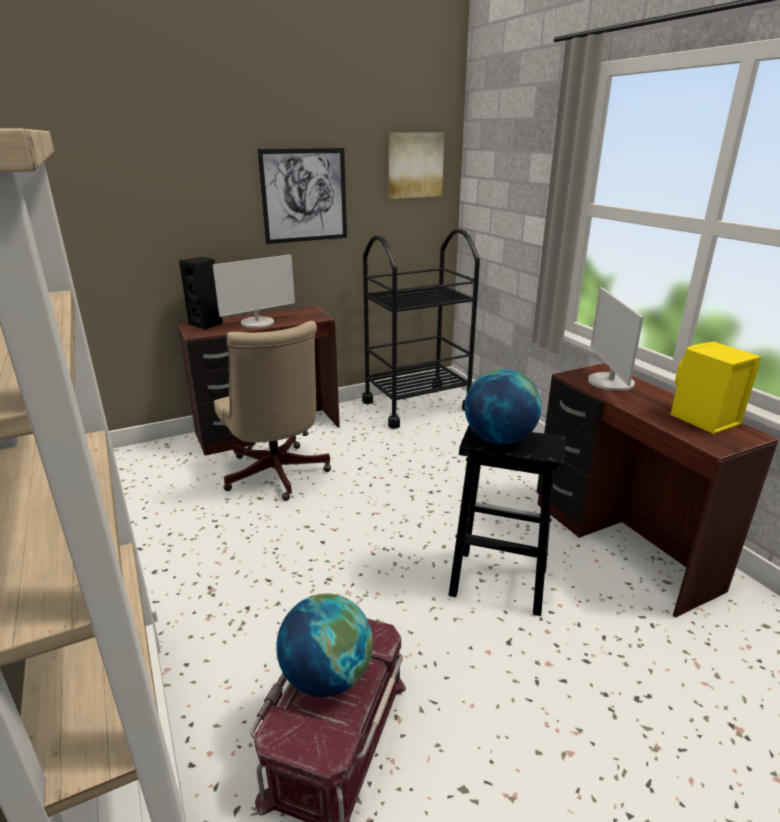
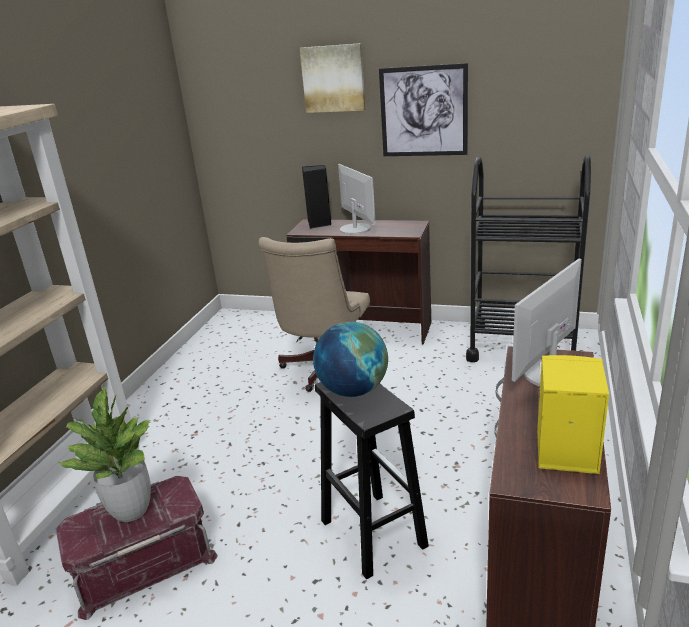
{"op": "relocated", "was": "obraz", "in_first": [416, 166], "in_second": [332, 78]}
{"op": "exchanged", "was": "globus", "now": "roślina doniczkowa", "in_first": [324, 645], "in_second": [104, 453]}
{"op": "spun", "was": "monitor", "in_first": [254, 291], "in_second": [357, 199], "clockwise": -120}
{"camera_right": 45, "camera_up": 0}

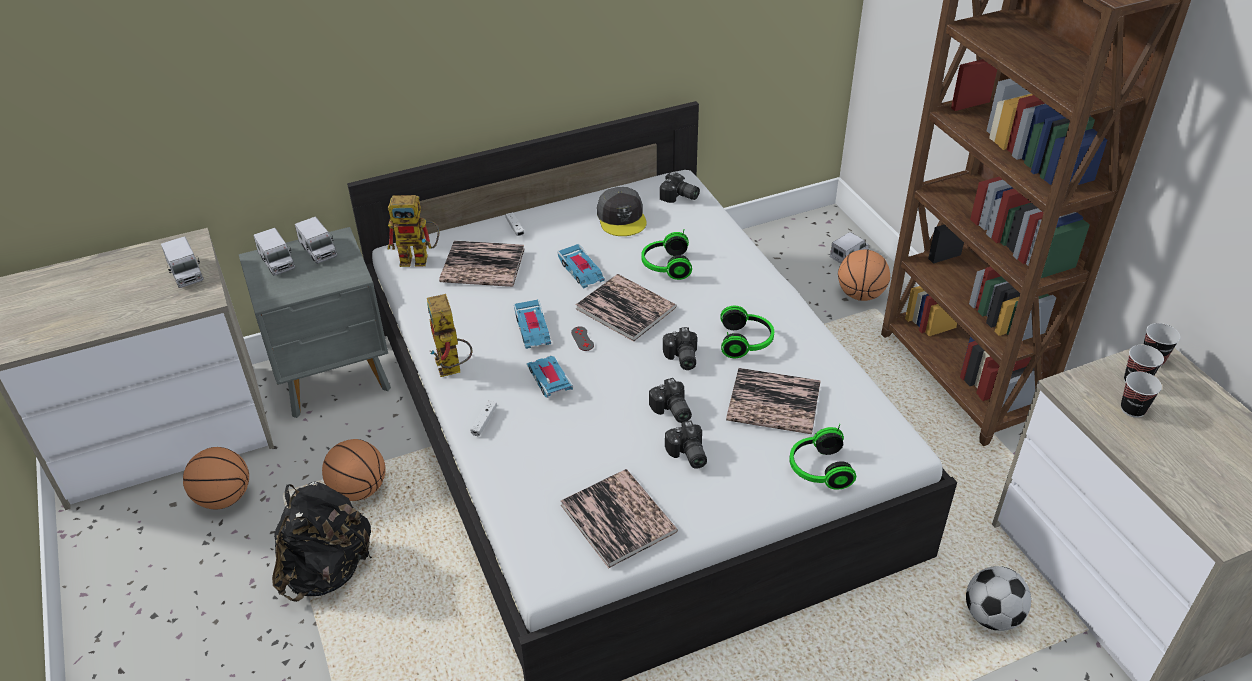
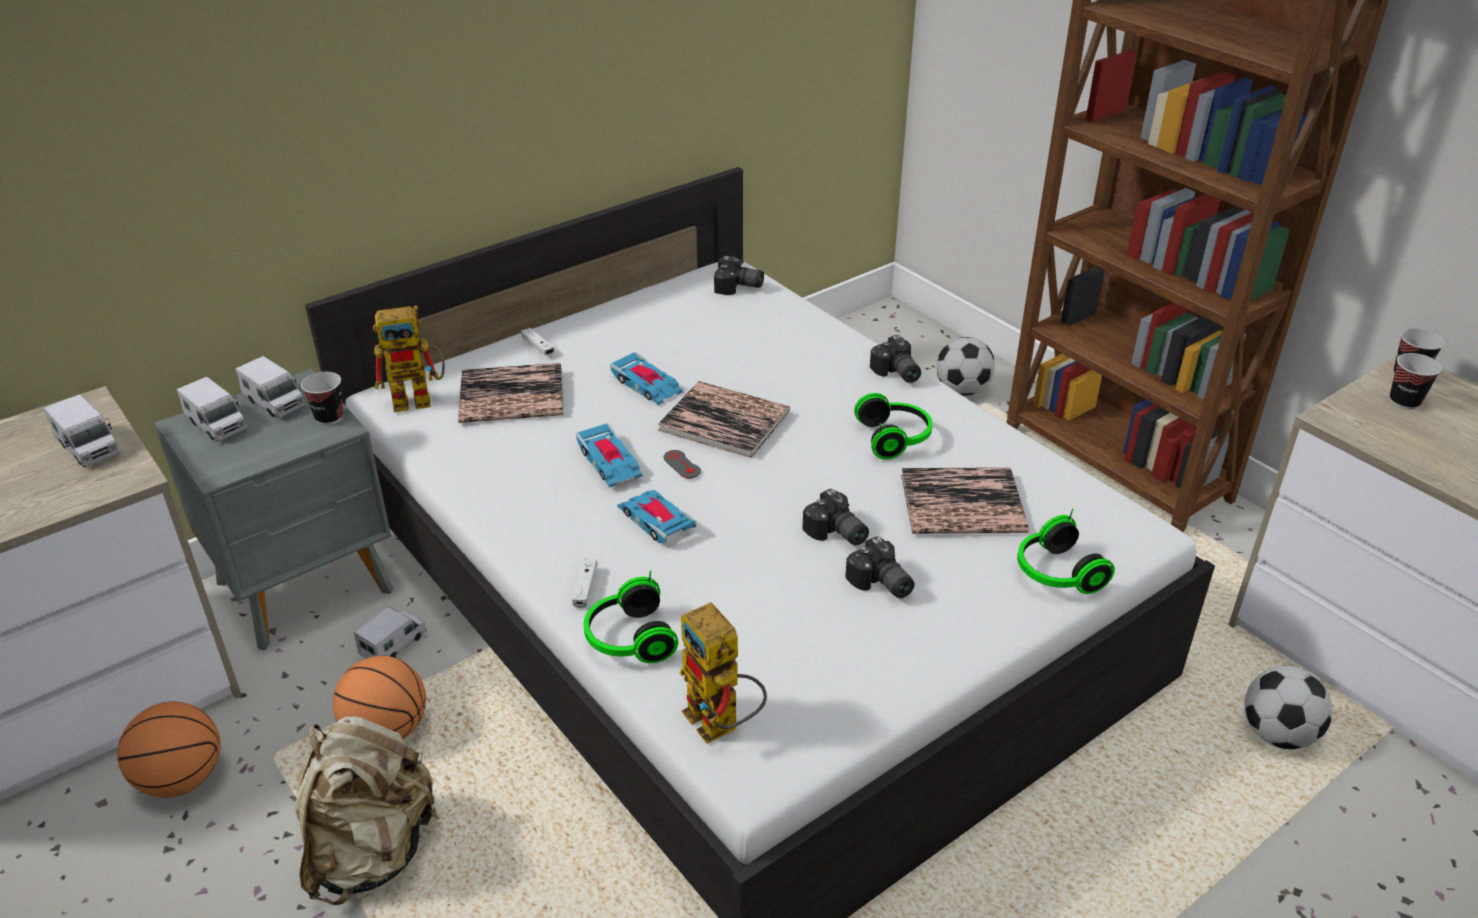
{"op": "missing", "was": "książka", "in_first": [619, 518]}
{"op": "missing", "was": "czapka z daszkiem [szary]", "in_first": [622, 211]}
{"op": "relocated", "was": "robot zabawkowy", "in_first": [449, 335], "in_second": [723, 673]}
{"op": "relocated", "was": "słuchawki", "in_first": [666, 254], "in_second": [631, 616]}
{"op": "relocated", "was": "aparat fotograficzny", "in_first": [680, 348], "in_second": [895, 359]}
{"op": "relocated", "was": "ciężarówka zabawkowa", "in_first": [849, 247], "in_second": [390, 632]}
{"op": "relocated", "was": "filiżanka", "in_first": [1141, 394], "in_second": [322, 398]}
{"op": "exchanged", "was": "piłka do koszykówki", "now": "piłka futbolowa", "in_first": [864, 275], "in_second": [965, 366]}
{"op": "colour", "was": "plecak [czarny]", "now": "plecak [beżowy]", "in_first": [322, 542], "in_second": [367, 810]}
{"camera_right": -15, "camera_up": -5}

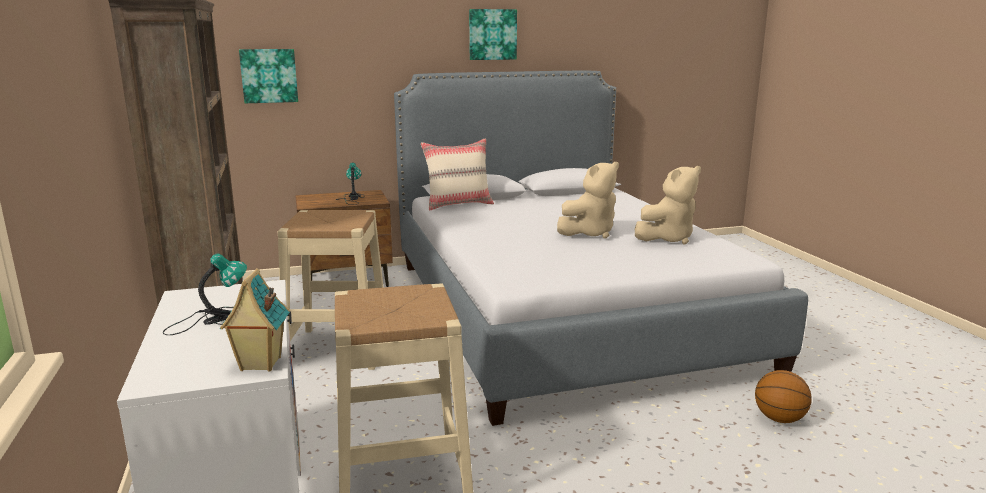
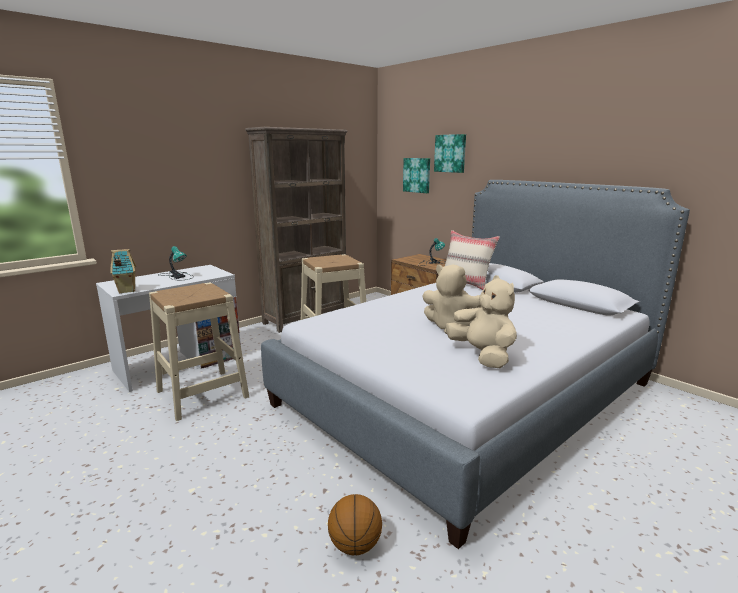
{"op": "relocated", "was": "obraz", "in_first": [493, 34], "in_second": [450, 153]}
{"op": "spun", "was": "pluszak [beżowy]", "in_first": [668, 205], "in_second": [481, 321], "clockwise": -150}
{"camera_right": 65, "camera_up": 0}

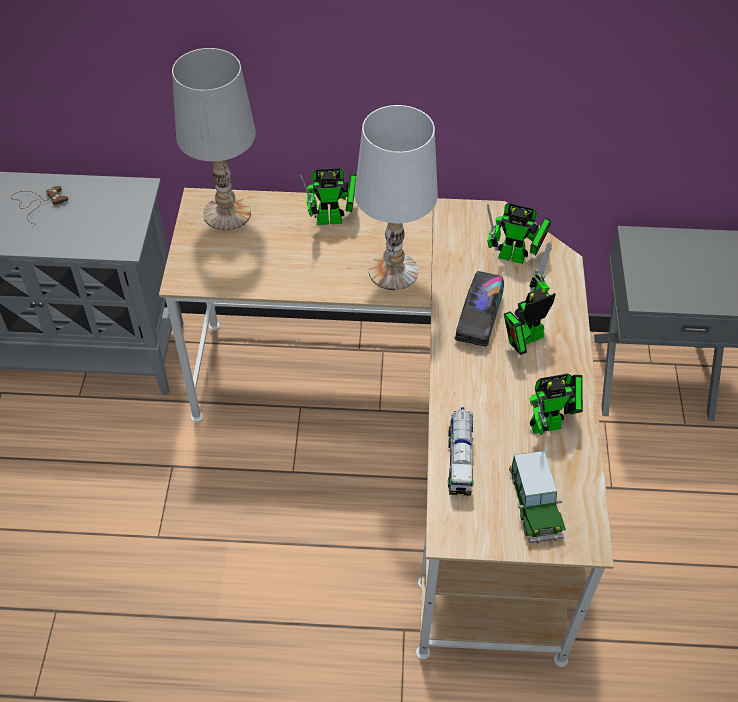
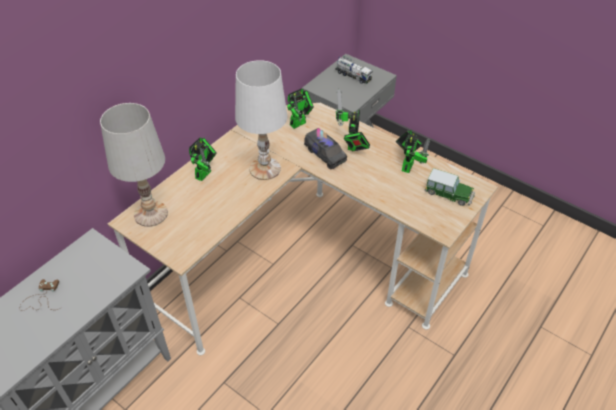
{"op": "relocated", "was": "ciężarówka zabawkowa", "in_first": [461, 451], "in_second": [354, 70]}
{"camera_right": -55, "camera_up": -5}

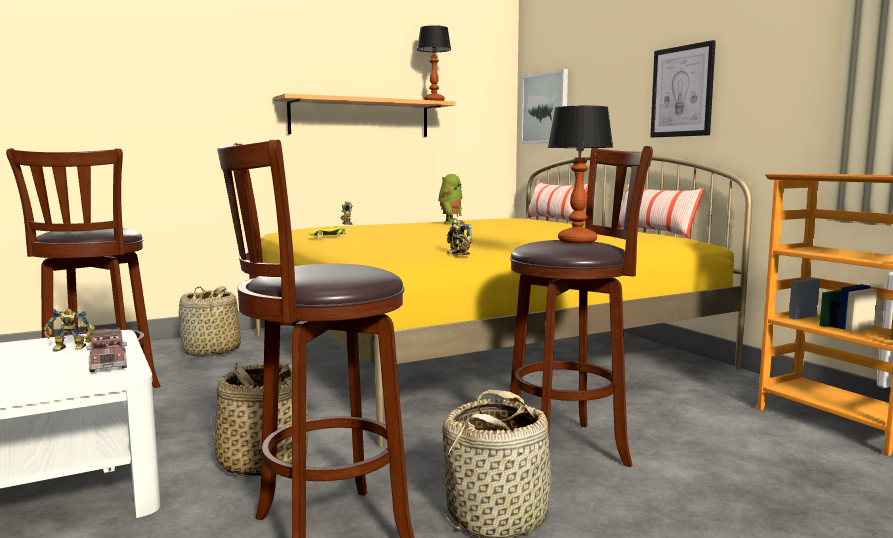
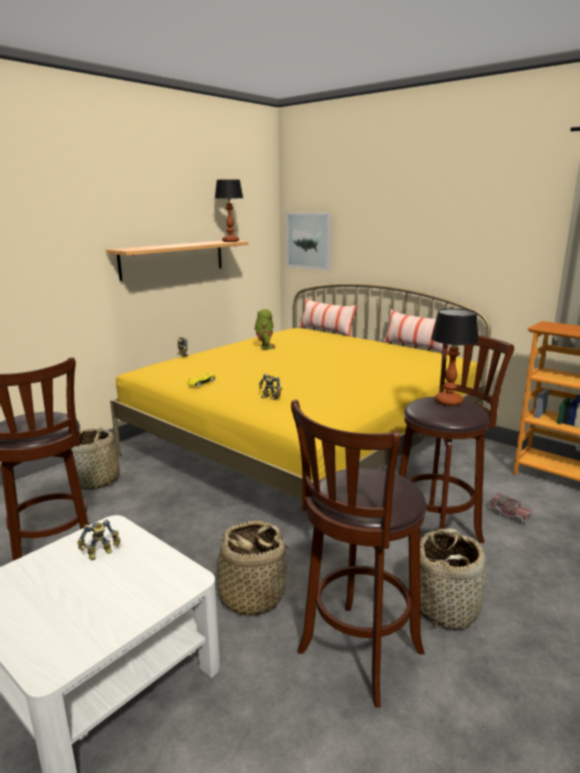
{"op": "missing", "was": "obraz", "in_first": [683, 88]}
{"op": "relocated", "was": "ciężarówka zabawkowa", "in_first": [106, 349], "in_second": [510, 508]}
{"op": "relocated", "was": "robot zabawkowy", "in_first": [460, 237], "in_second": [270, 386]}
{"camera_right": -20, "camera_up": 10}

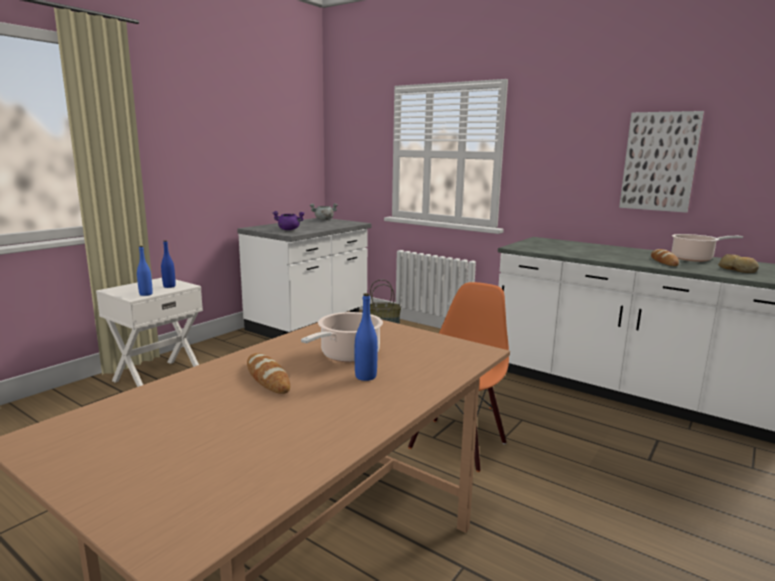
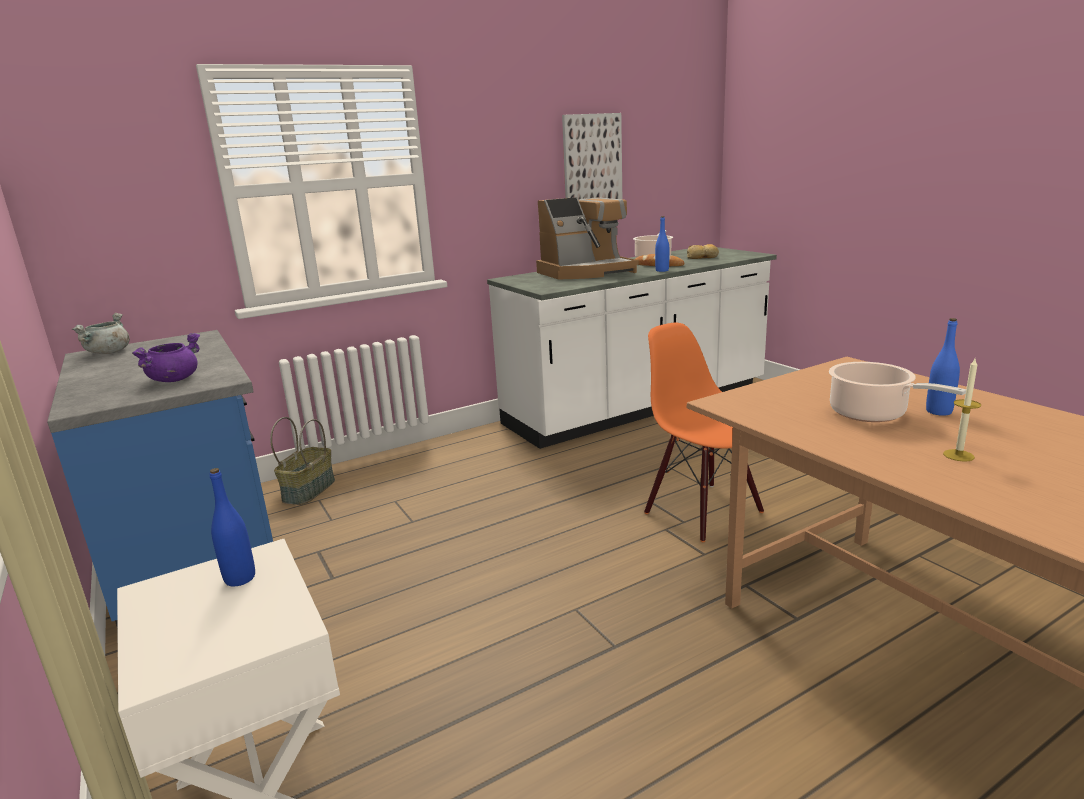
{"op": "appeared", "now": "ekspres do kawy", "in_second": [587, 238]}
{"op": "relocated", "was": "butelka [niebieski]", "in_first": [145, 271], "in_second": [662, 244]}
{"op": "exchanged", "was": "chleb", "now": "świeca", "in_first": [268, 373], "in_second": [962, 410]}
{"op": "colour", "was": "zabudowa kuchenna [biały]", "now": "zabudowa kuchenna [niebieski]", "in_first": [304, 278], "in_second": [160, 478]}
{"camera_right": -65, "camera_up": 5}

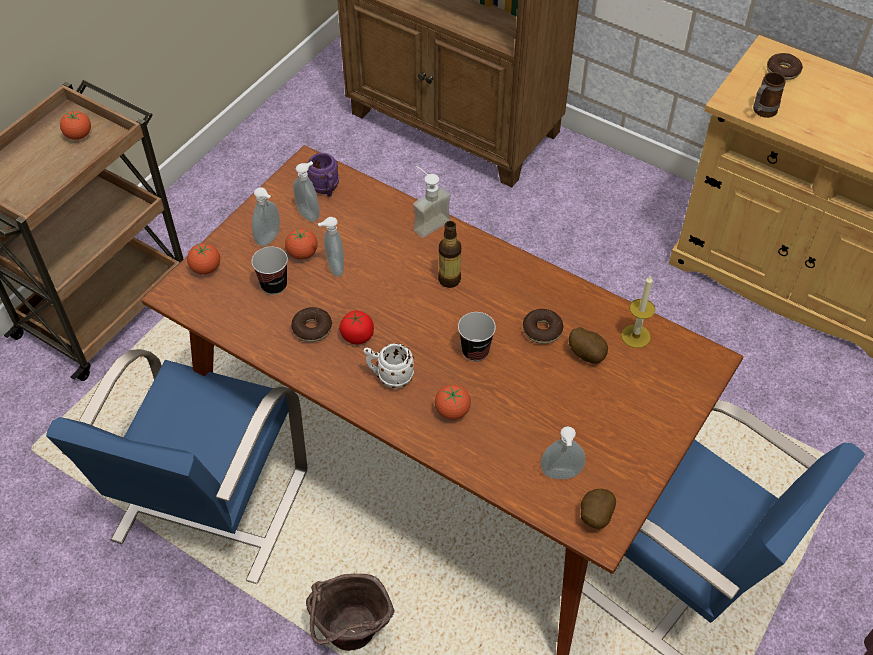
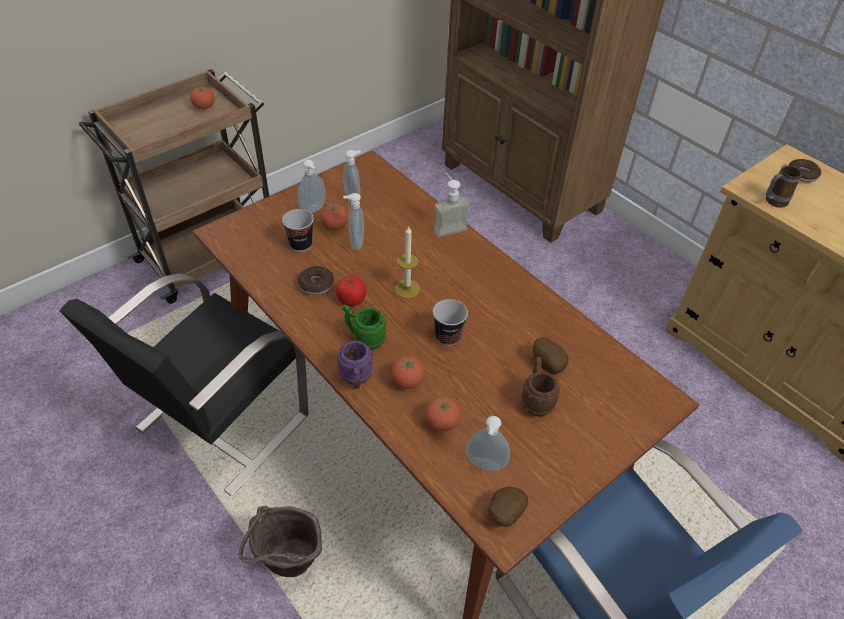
{"op": "missing", "was": "butelka", "in_first": [450, 254]}
{"op": "missing", "was": "donut", "in_first": [543, 326]}
{"op": "appeared", "now": "kubek [brązowy]", "in_second": [540, 387]}
{"op": "relocated", "was": "pomidor", "in_first": [203, 259], "in_second": [442, 414]}
{"op": "relocated", "was": "kubek [fioletowy]", "in_first": [323, 175], "in_second": [355, 365]}
{"op": "relocated", "was": "świeca", "in_first": [638, 311], "in_second": [407, 262]}
{"op": "colour", "was": "krzesło [niebieski]", "now": "krzesło [czarny]", "in_first": [176, 466], "in_second": [184, 384]}
{"op": "colour", "was": "kubek [biały]", "now": "kubek [zielony]", "in_first": [389, 366], "in_second": [364, 327]}
{"camera_right": 15, "camera_up": -5}

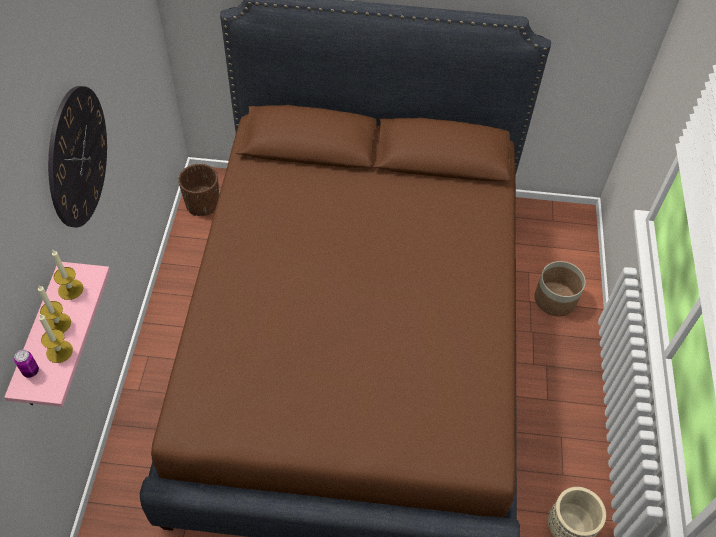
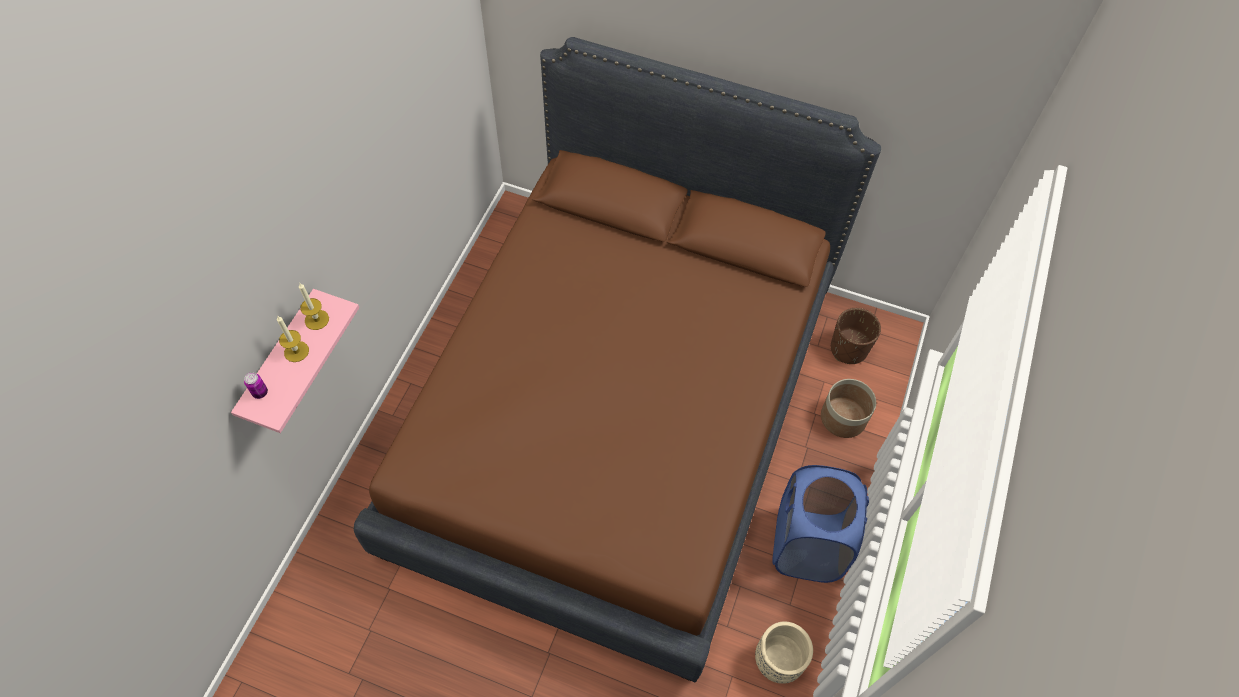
{"op": "missing", "was": "świeca", "in_first": [56, 338]}
{"op": "missing", "was": "zegar ścienny", "in_first": [77, 157]}
{"op": "appeared", "now": "kosz na pranie [niebieski]", "in_second": [820, 524]}
{"op": "relocated", "was": "donica [brązowy]", "in_first": [198, 190], "in_second": [856, 336]}
{"camera_right": 15, "camera_up": 5}

